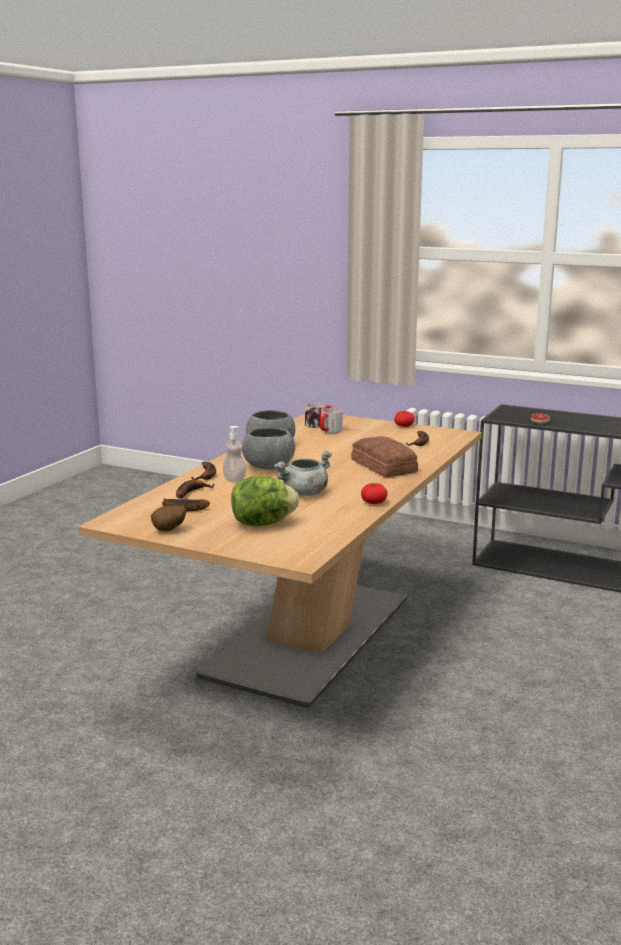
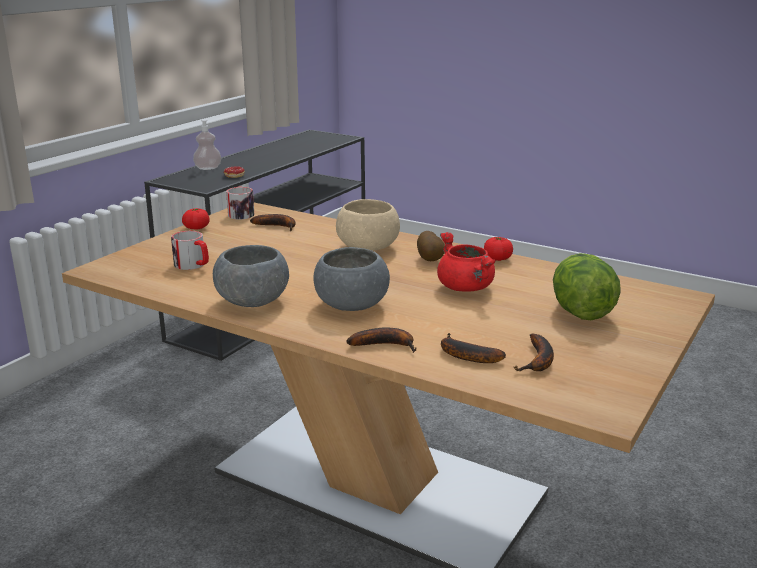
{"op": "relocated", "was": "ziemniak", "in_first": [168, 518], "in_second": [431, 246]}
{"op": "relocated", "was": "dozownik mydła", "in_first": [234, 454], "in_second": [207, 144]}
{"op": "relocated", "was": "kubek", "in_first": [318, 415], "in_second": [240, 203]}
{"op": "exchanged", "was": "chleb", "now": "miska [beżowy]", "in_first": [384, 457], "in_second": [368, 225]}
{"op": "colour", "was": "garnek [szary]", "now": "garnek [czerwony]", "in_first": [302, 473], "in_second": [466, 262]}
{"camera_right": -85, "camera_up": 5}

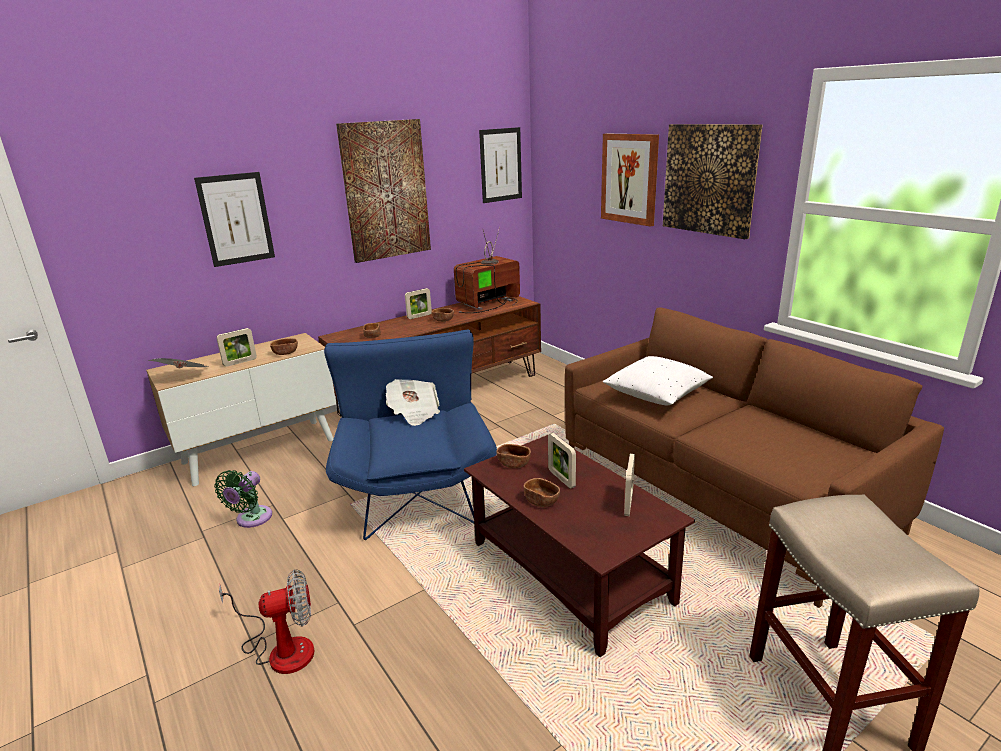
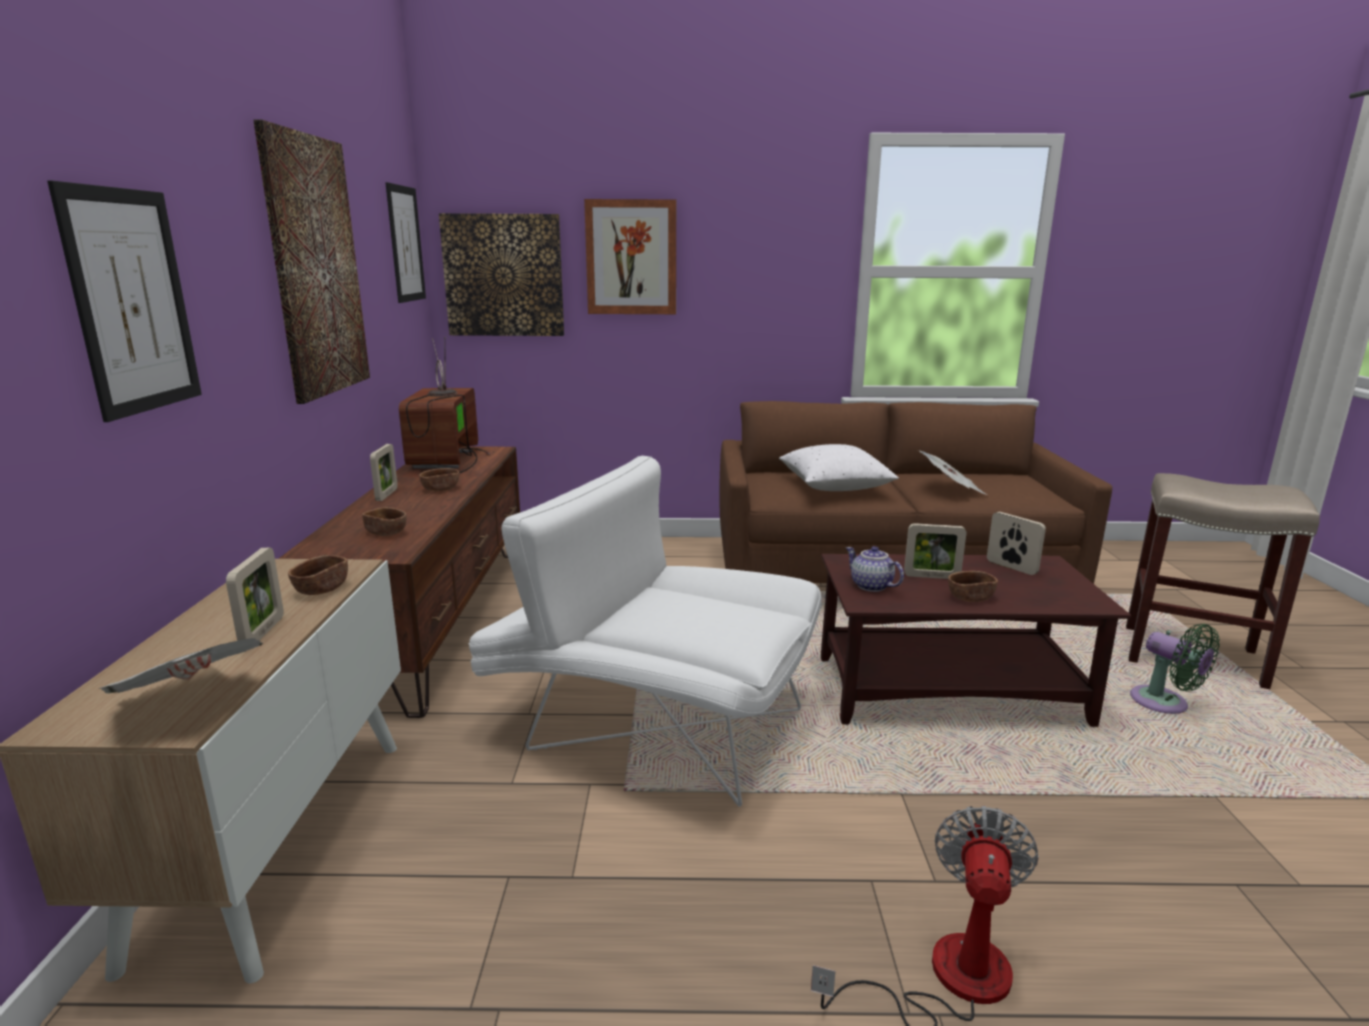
{"op": "relocated", "was": "wentylator [zielony]", "in_first": [243, 499], "in_second": [1175, 669]}
{"op": "relocated", "was": "gazeta", "in_first": [413, 402], "in_second": [952, 472]}
{"op": "relocated", "was": "obraz", "in_first": [712, 181], "in_second": [501, 274]}
{"op": "exchanged", "was": "miska [brązowy]", "now": "imbryk", "in_first": [513, 456], "in_second": [875, 569]}
{"op": "colour", "was": "fotel [niebieski]", "now": "fotel [biały]", "in_first": [410, 434], "in_second": [645, 631]}
{"camera_right": -55, "camera_up": -5}

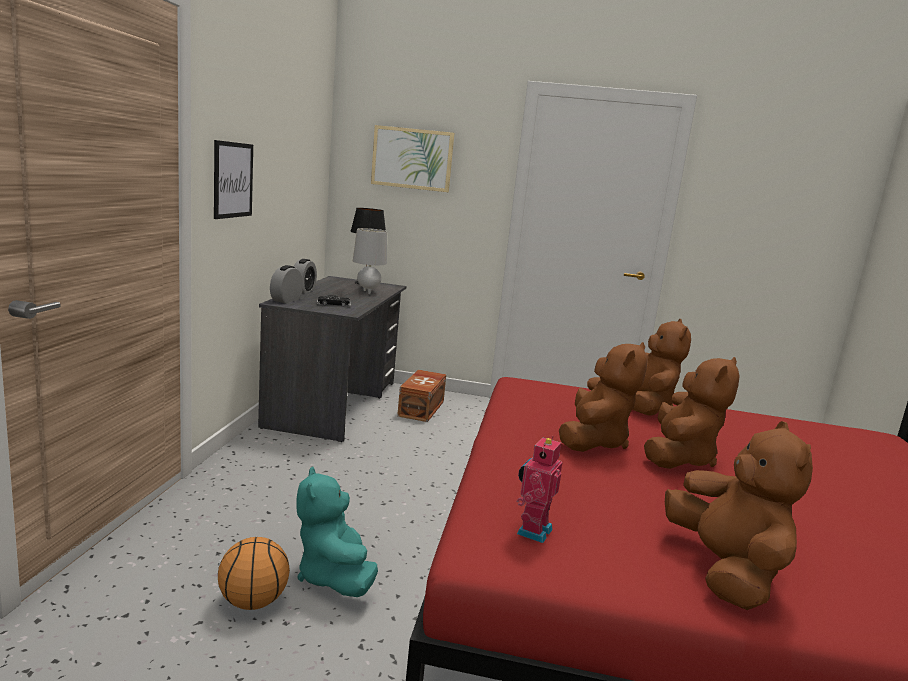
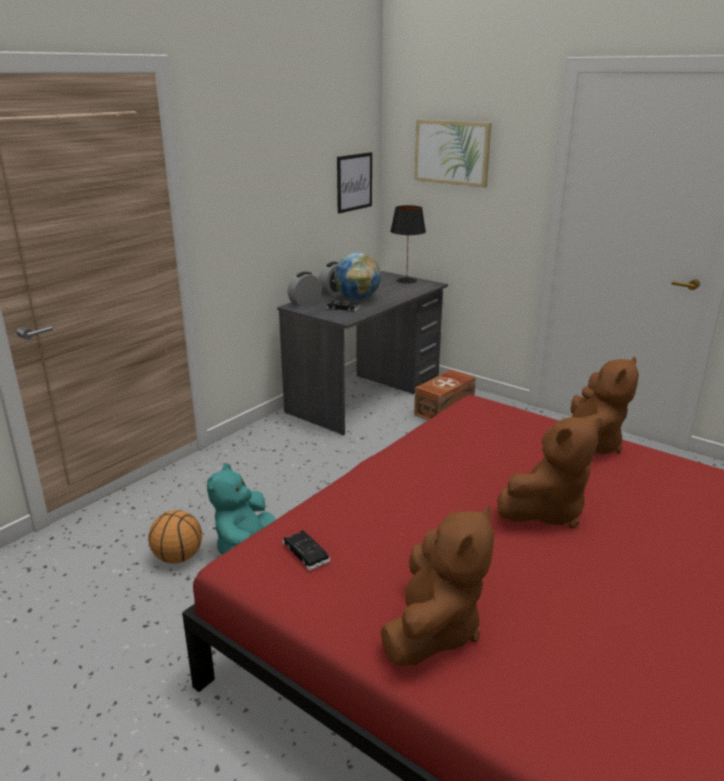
{"op": "missing", "was": "lampa stołowa [szary]", "in_first": [370, 261]}
{"op": "missing", "was": "pluszak [brązowy]", "in_first": [603, 397]}
{"op": "appeared", "now": "globus", "in_second": [357, 276]}
{"op": "relocated", "was": "obraz", "in_first": [233, 179], "in_second": [354, 182]}
{"op": "exchanged", "was": "robot zabawkowy", "now": "samochodzik [czarny]", "in_first": [539, 489], "in_second": [306, 550]}
{"camera_right": 30, "camera_up": 10}

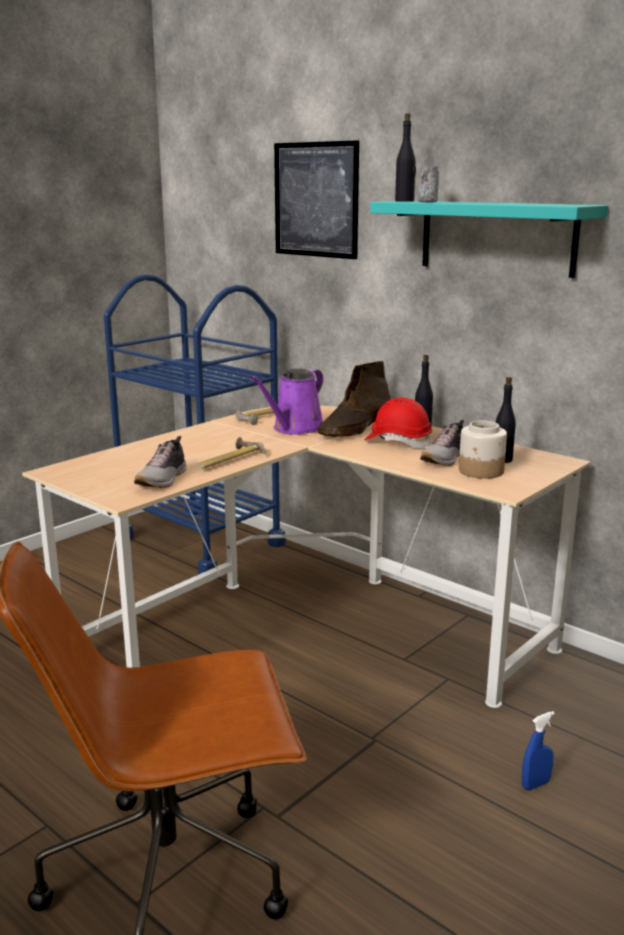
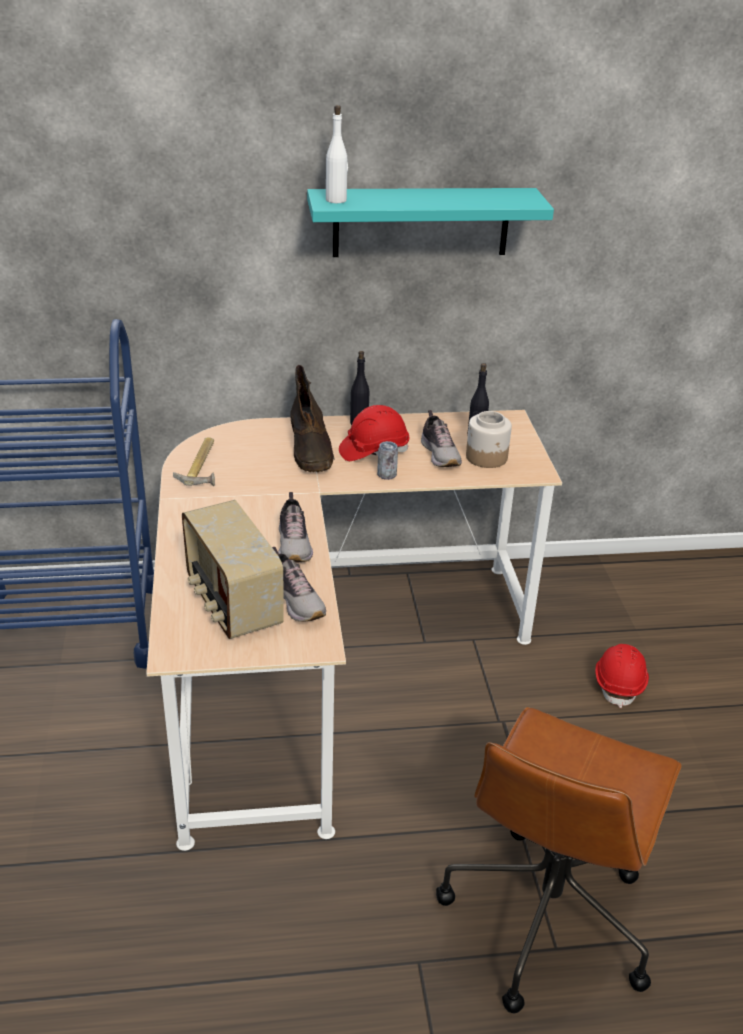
{"op": "missing", "was": "konewka [fioletowy]", "in_first": [286, 402]}
{"op": "missing", "was": "obraz", "in_first": [316, 199]}
{"op": "appeared", "now": "radio", "in_second": [233, 569]}
{"op": "relocated", "was": "puszka", "in_first": [428, 184], "in_second": [387, 460]}
{"op": "exchanged", "was": "młotek", "now": "but", "in_first": [231, 453], "in_second": [295, 527]}
{"op": "exchanged", "was": "spryskiwacz [niebieski]", "now": "kask [czerwony]", "in_first": [538, 750], "in_second": [622, 676]}
{"op": "colour", "was": "butelka [czarny]", "now": "butelka [biały]", "in_first": [405, 157], "in_second": [337, 154]}
{"camera_right": -50, "camera_up": 15}

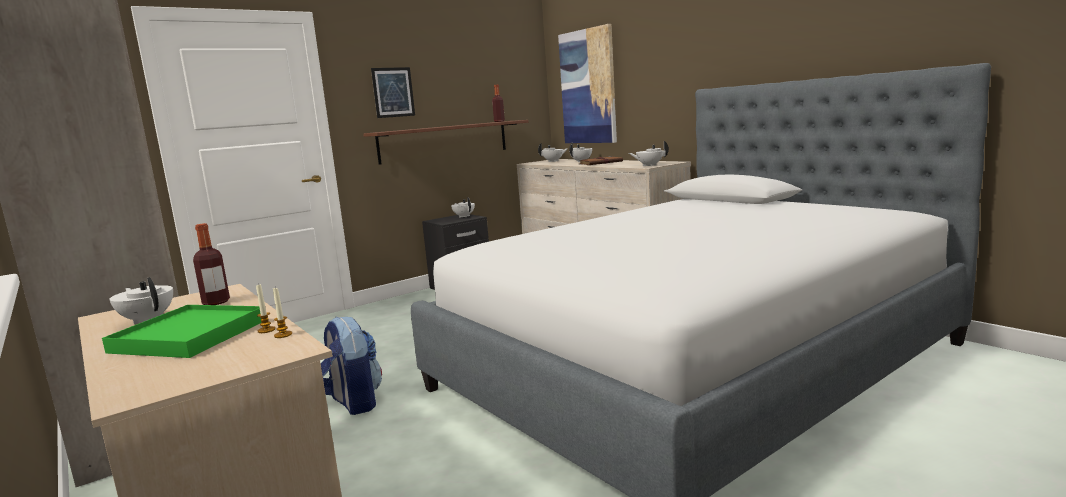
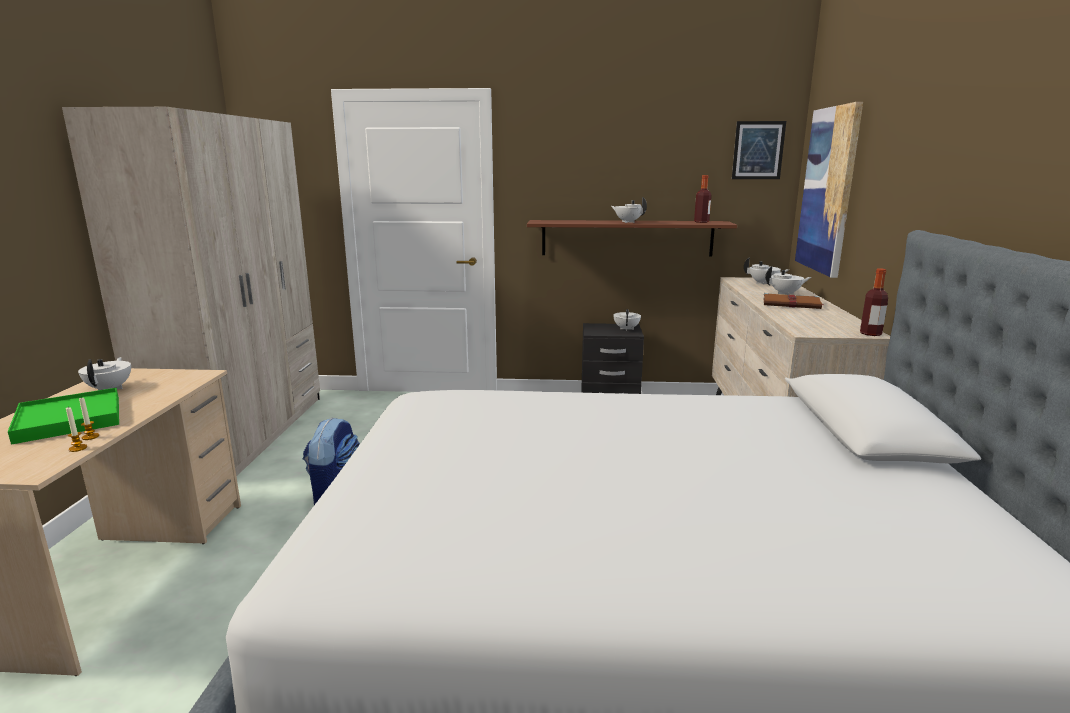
{"op": "relocated", "was": "butelka", "in_first": [211, 264], "in_second": [874, 302]}
{"op": "relocated", "was": "obraz", "in_first": [393, 92], "in_second": [759, 150]}
{"op": "relocated", "was": "imbryk [biały]", "in_first": [649, 153], "in_second": [629, 210]}
{"camera_right": 40, "camera_up": 5}

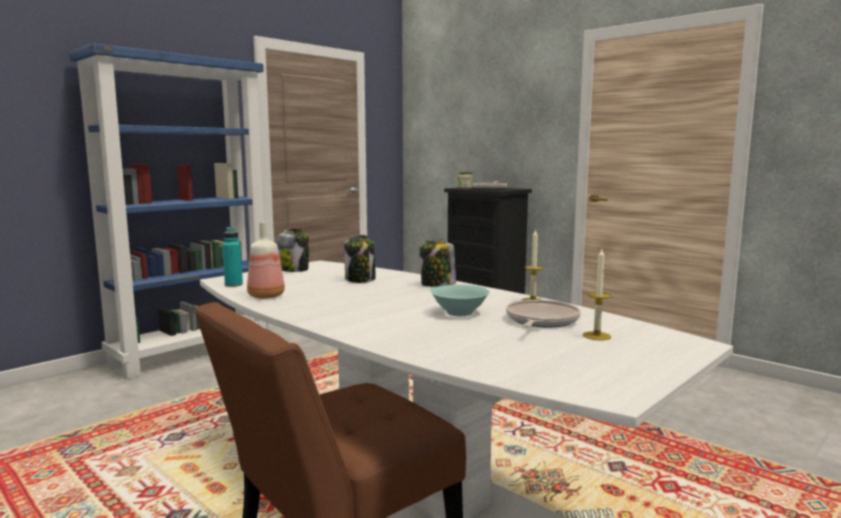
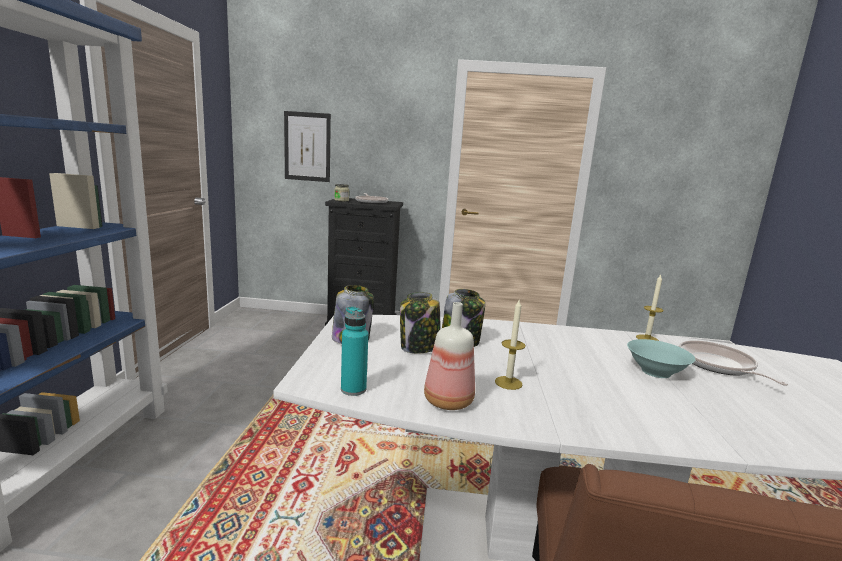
{"op": "appeared", "now": "obraz", "in_second": [307, 146]}
{"op": "relocated", "was": "słoik", "in_first": [438, 263], "in_second": [420, 323]}
{"op": "relocated", "was": "świeca", "in_first": [597, 295], "in_second": [510, 344]}
{"camera_right": -40, "camera_up": 5}

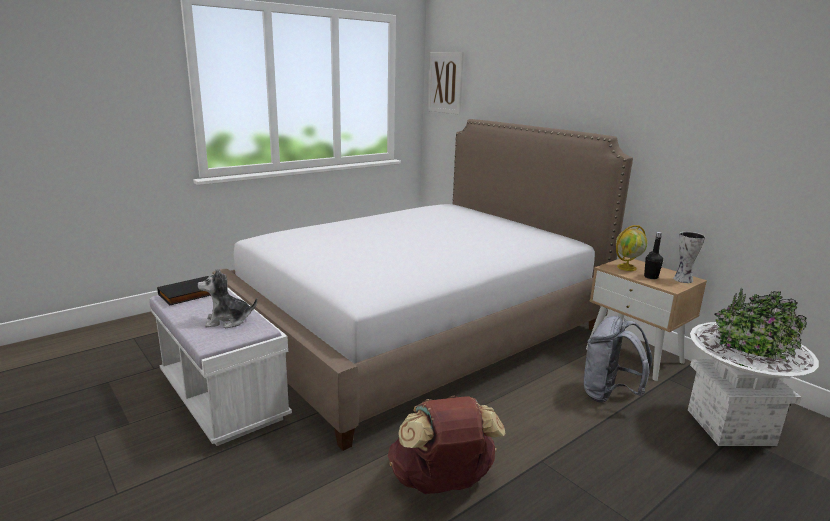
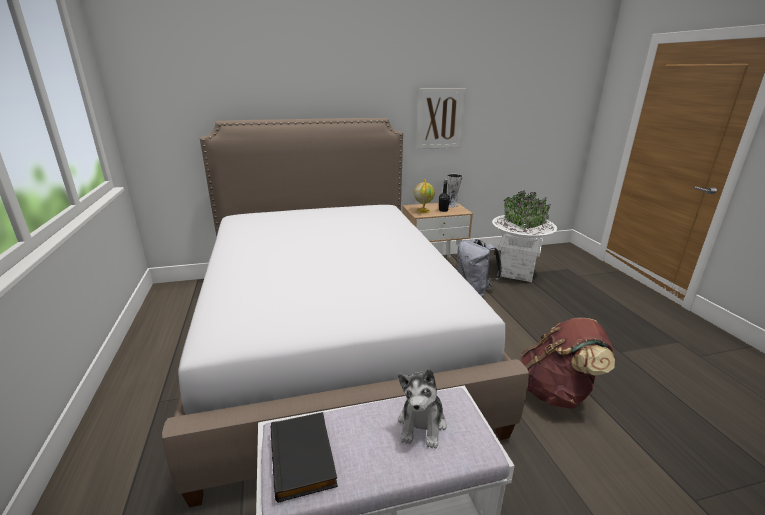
{"op": "relocated", "was": "obraz", "in_first": [446, 83], "in_second": [441, 118]}
{"camera_right": -65, "camera_up": 5}

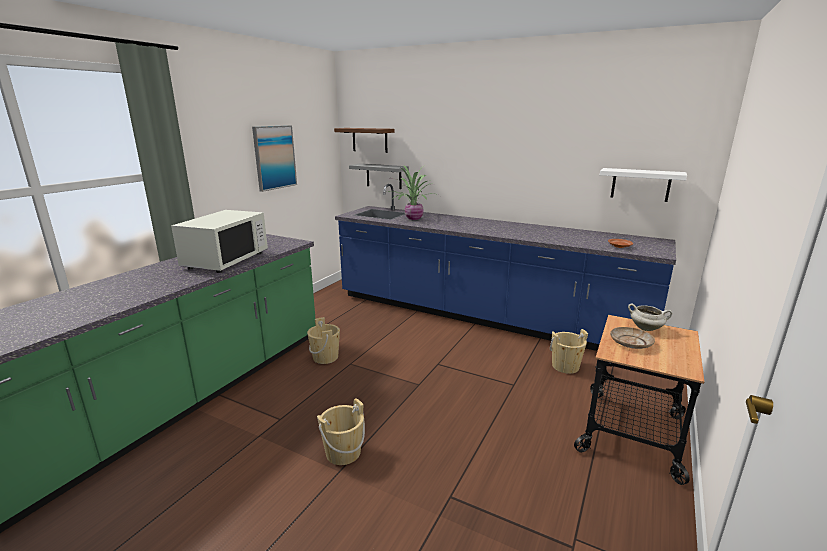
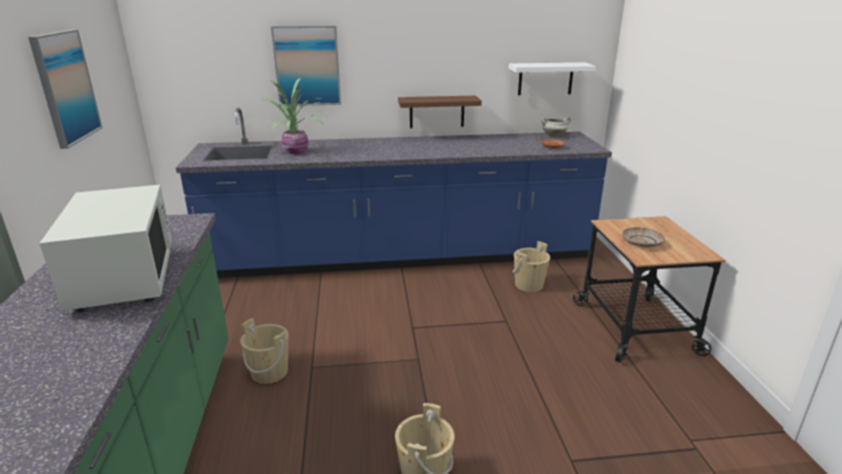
{"op": "missing", "was": "półka [szary]", "in_first": [379, 176]}
{"op": "appeared", "now": "obraz", "in_second": [306, 66]}
{"op": "relocated", "was": "półka [brązowy]", "in_first": [364, 140], "in_second": [440, 112]}
{"op": "relocated", "was": "garnek [biały]", "in_first": [650, 317], "in_second": [556, 127]}
{"camera_right": -35, "camera_up": 5}

